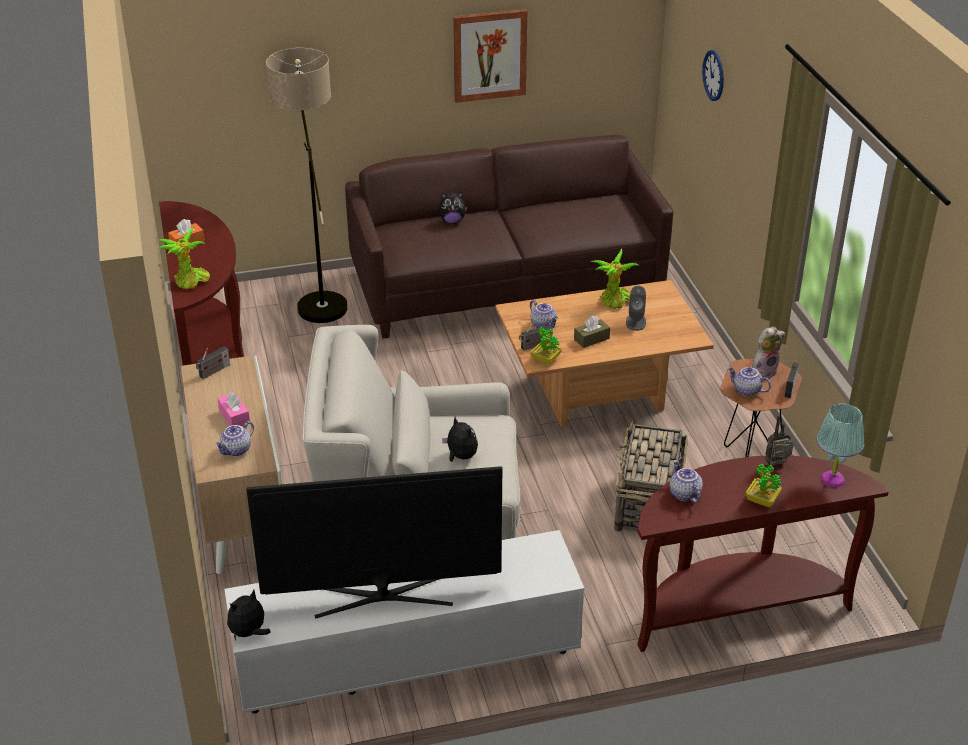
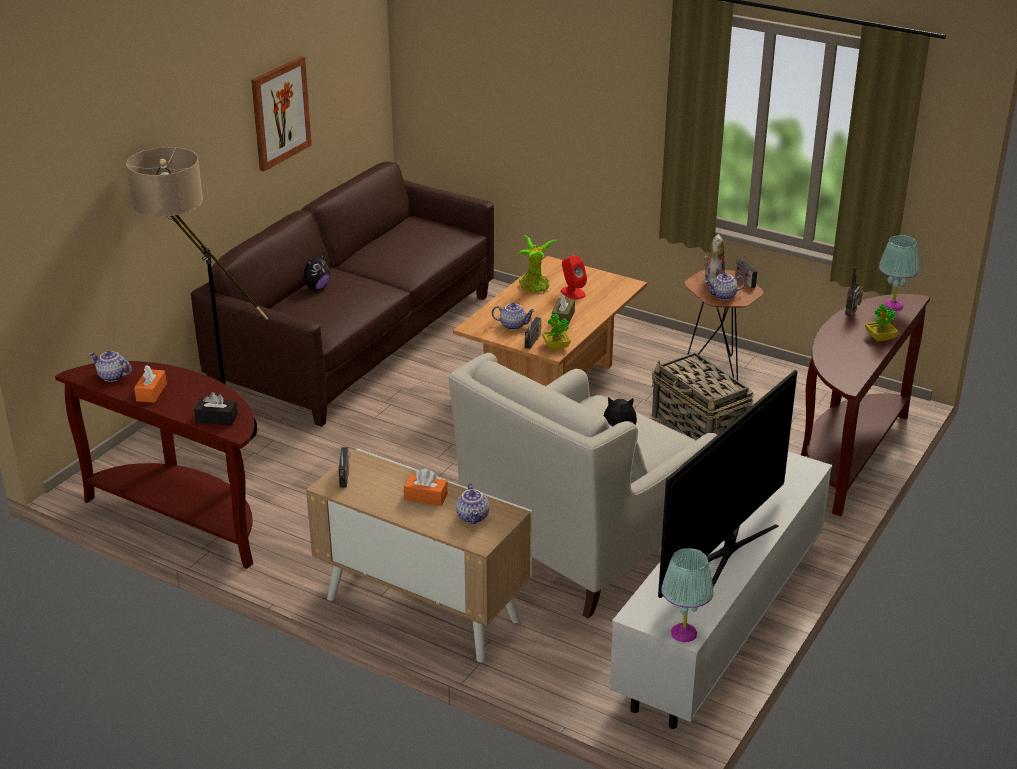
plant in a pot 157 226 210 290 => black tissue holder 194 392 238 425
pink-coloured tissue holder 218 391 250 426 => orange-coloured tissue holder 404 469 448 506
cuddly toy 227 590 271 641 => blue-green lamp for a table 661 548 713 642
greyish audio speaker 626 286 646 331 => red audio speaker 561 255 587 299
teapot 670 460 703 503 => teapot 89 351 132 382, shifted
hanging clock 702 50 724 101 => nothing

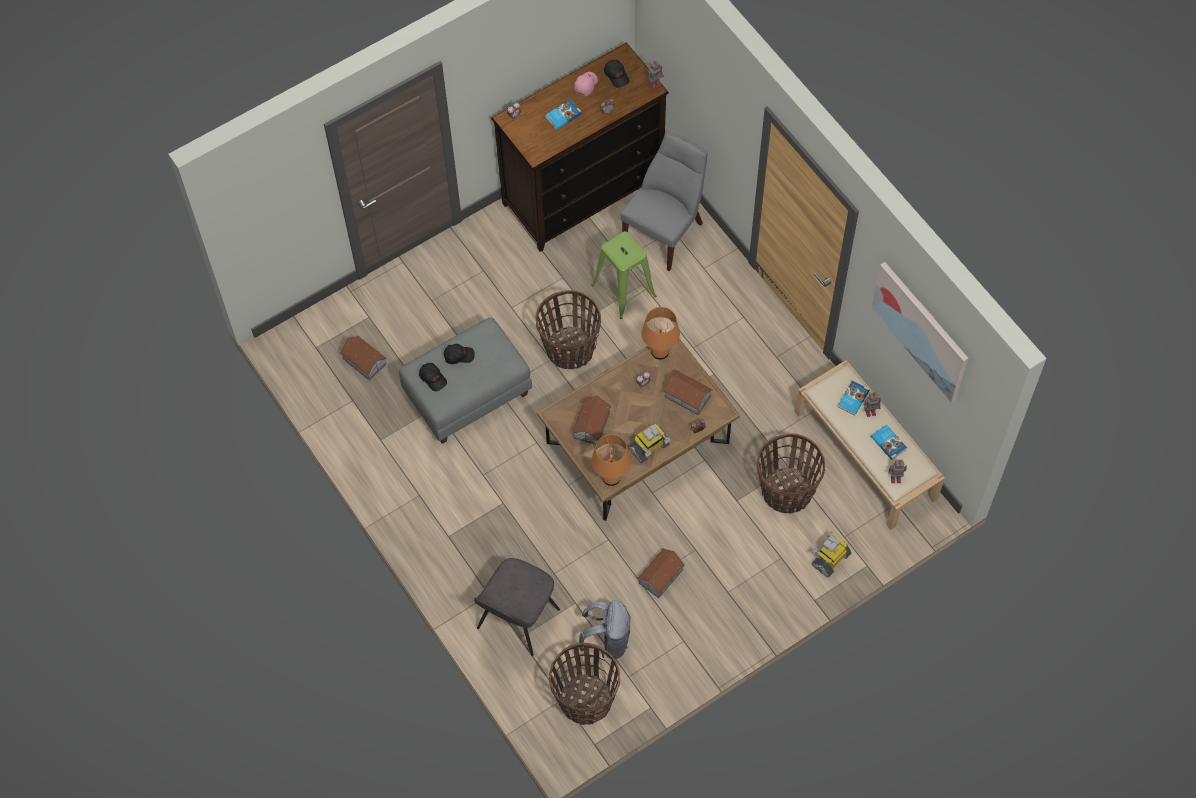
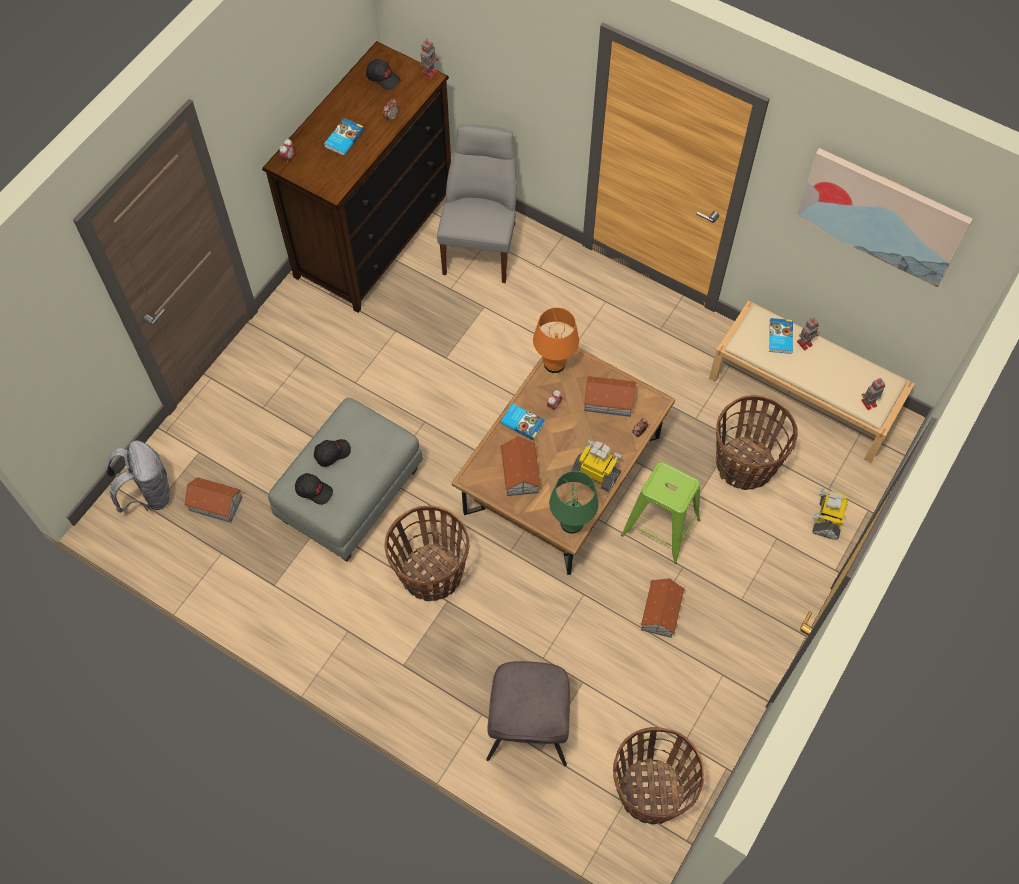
basket 536 290 601 369 => basket 384 505 470 601, shifted
pink-coloured cap 574 72 598 96 => nothing
greyish backpack 579 600 631 659 => greyish backpack 106 441 171 513, shifted
greenish stool seat 592 231 656 319 => greenish stool seat 621 462 700 564, shifted
orange-coloured lamp for a table 592 434 631 486 => greenish lamp for a table 549 471 599 534
toy robot 628 424 671 464 => toy robot 572 440 623 492, 90 degrees counterclockwise
book 871 425 907 460 => book 500 403 545 440, shifted

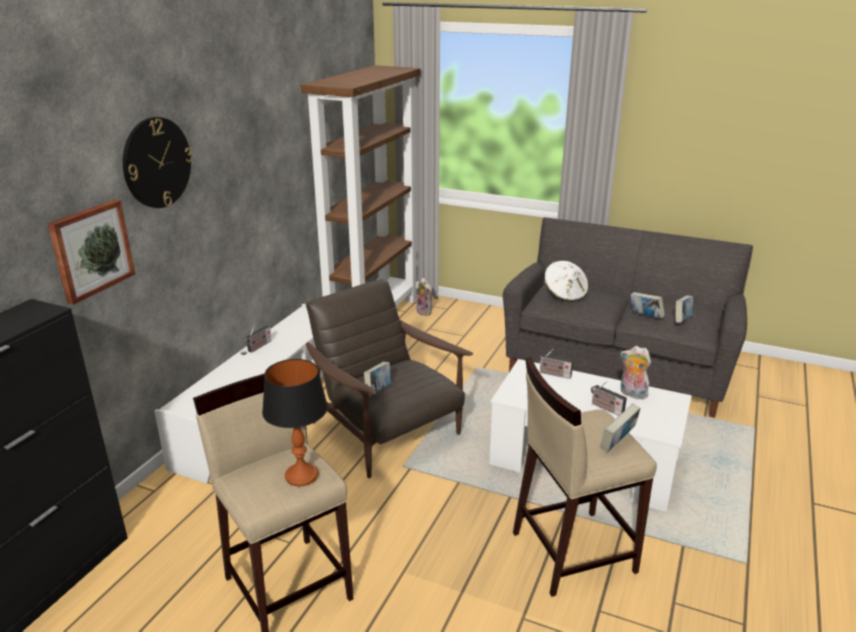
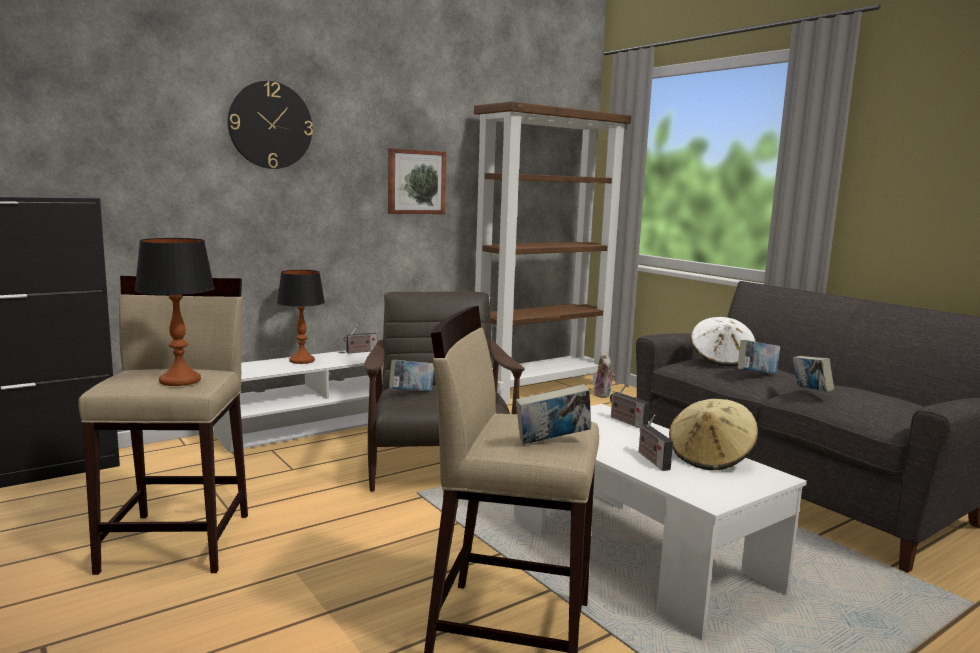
picture 48 199 135 305 => picture 388 148 446 214, shifted
cuddly toy 620 346 651 399 => beige wearable hat 669 399 758 470
book 676 295 693 323 => book 738 340 780 374, shifted
nothing => lamp for a table 277 270 325 364

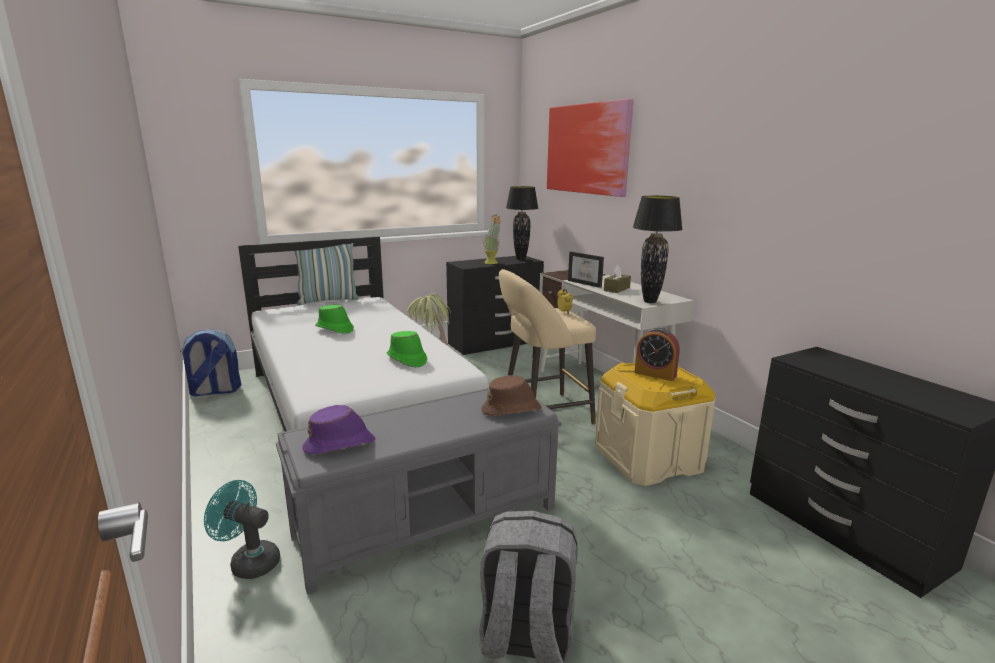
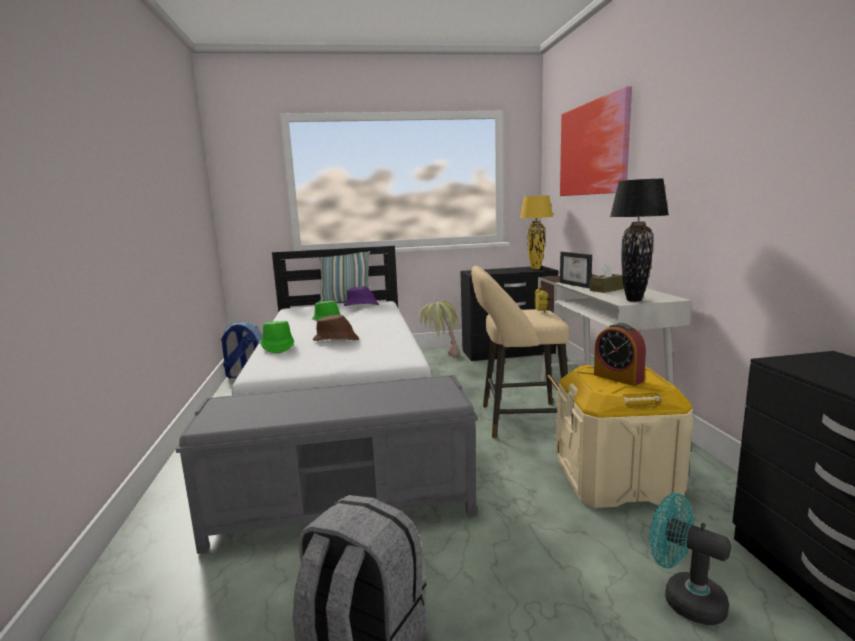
blue-green fan 204 480 280 579 => blue-green fan 650 493 732 625, shifted
purple wearable hat 302 405 375 454 => purple wearable hat 344 286 379 306, shifted
greenish wearable hat 387 331 427 367 => greenish wearable hat 260 321 294 353, shifted
brown wearable hat 481 375 542 416 => brown wearable hat 313 314 359 341, shifted
plant in a pot 483 215 501 264 => nothing
black lamp for a table 506 186 539 260 => yellowish lamp for a table 520 195 553 269

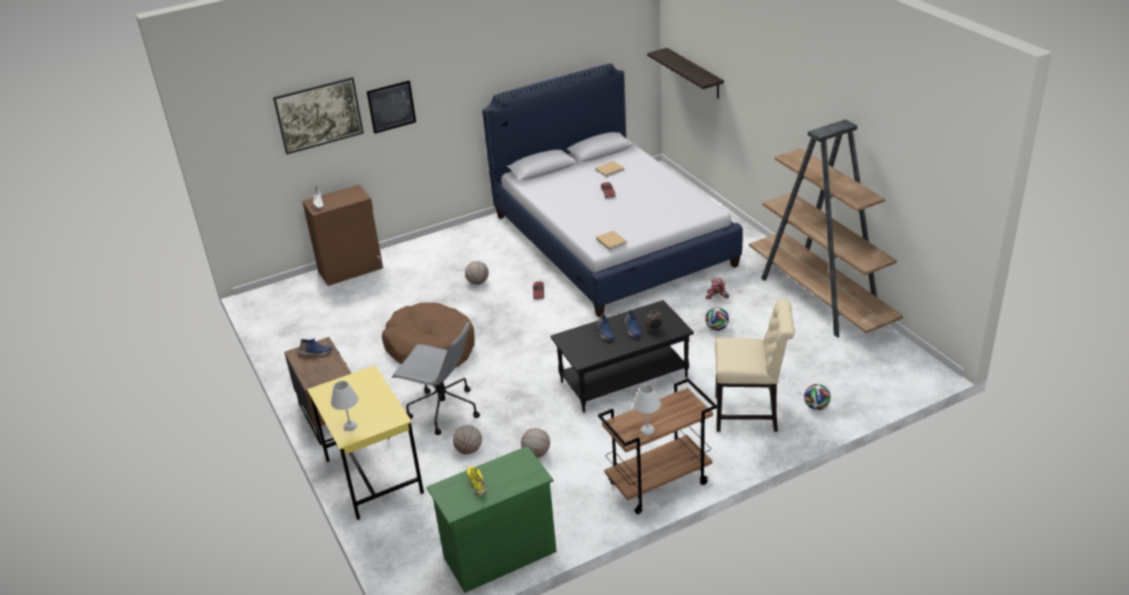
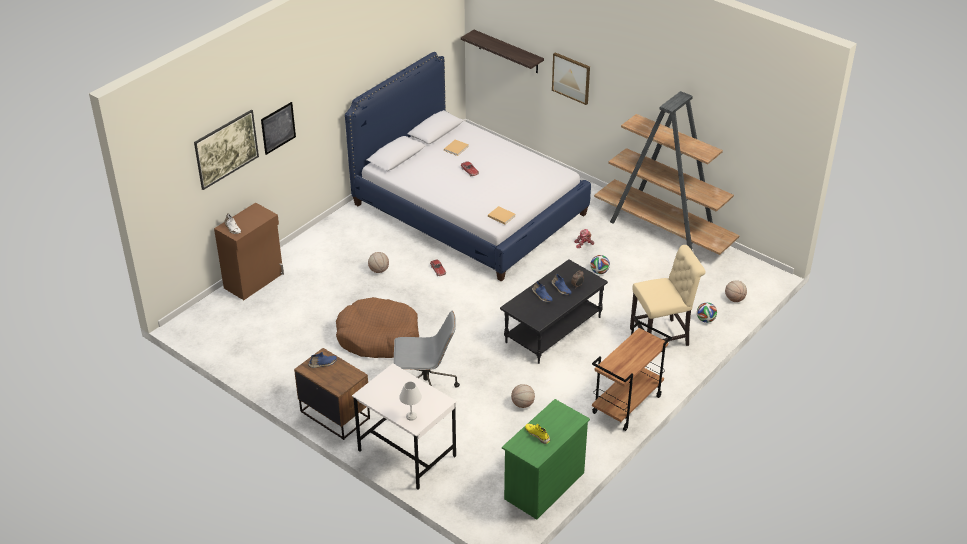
yellowish desk unit 307 365 424 520 => white-coloured desk unit 352 364 457 490
ball for basketball 453 425 482 454 => ball for basketball 725 280 747 302, shifted
white-coloured lamp for a table 633 384 661 435 => nothing
nothing => picture 552 53 590 105

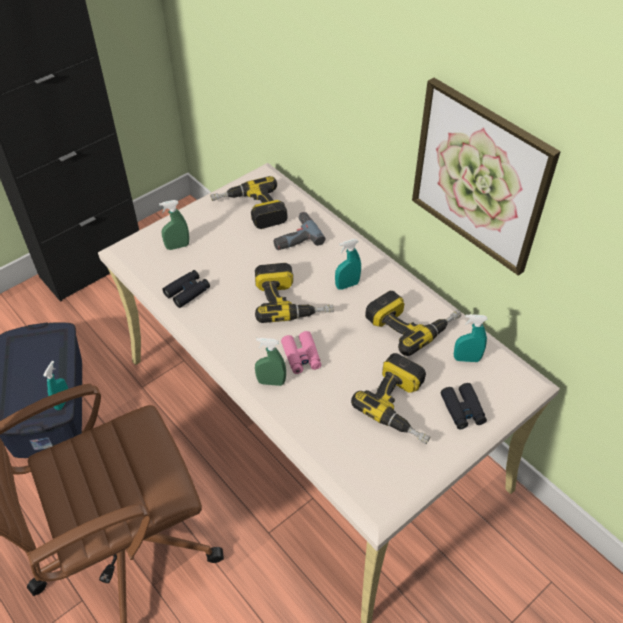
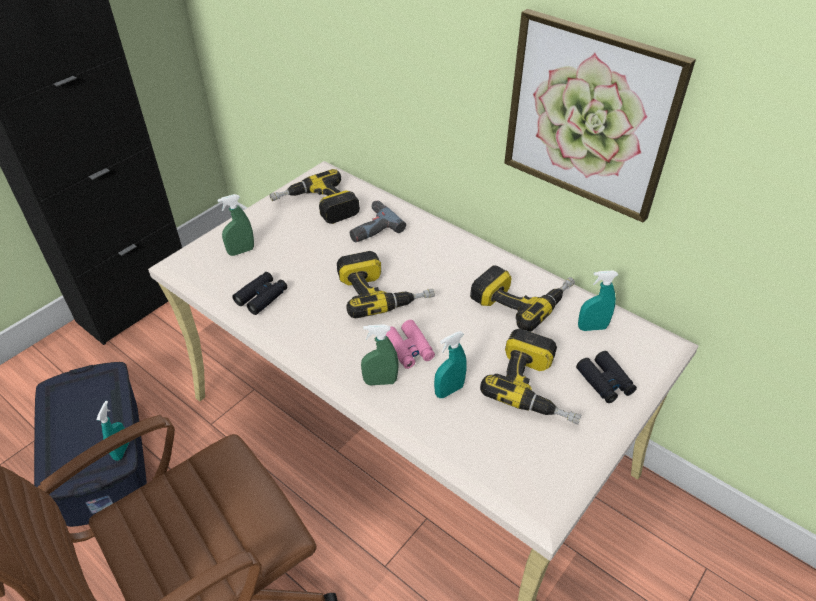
blue-green sprayer 335 239 361 290 => blue-green sprayer 434 331 467 398, shifted

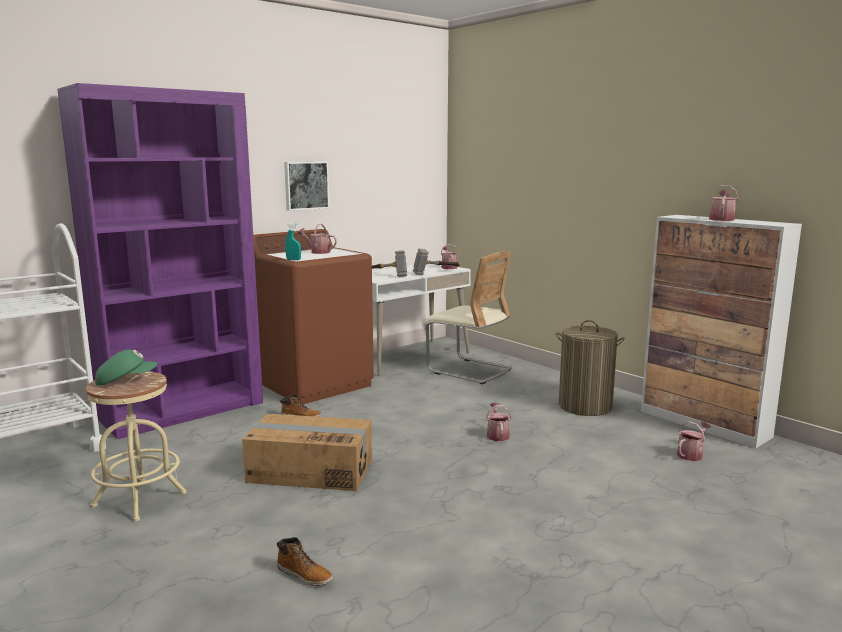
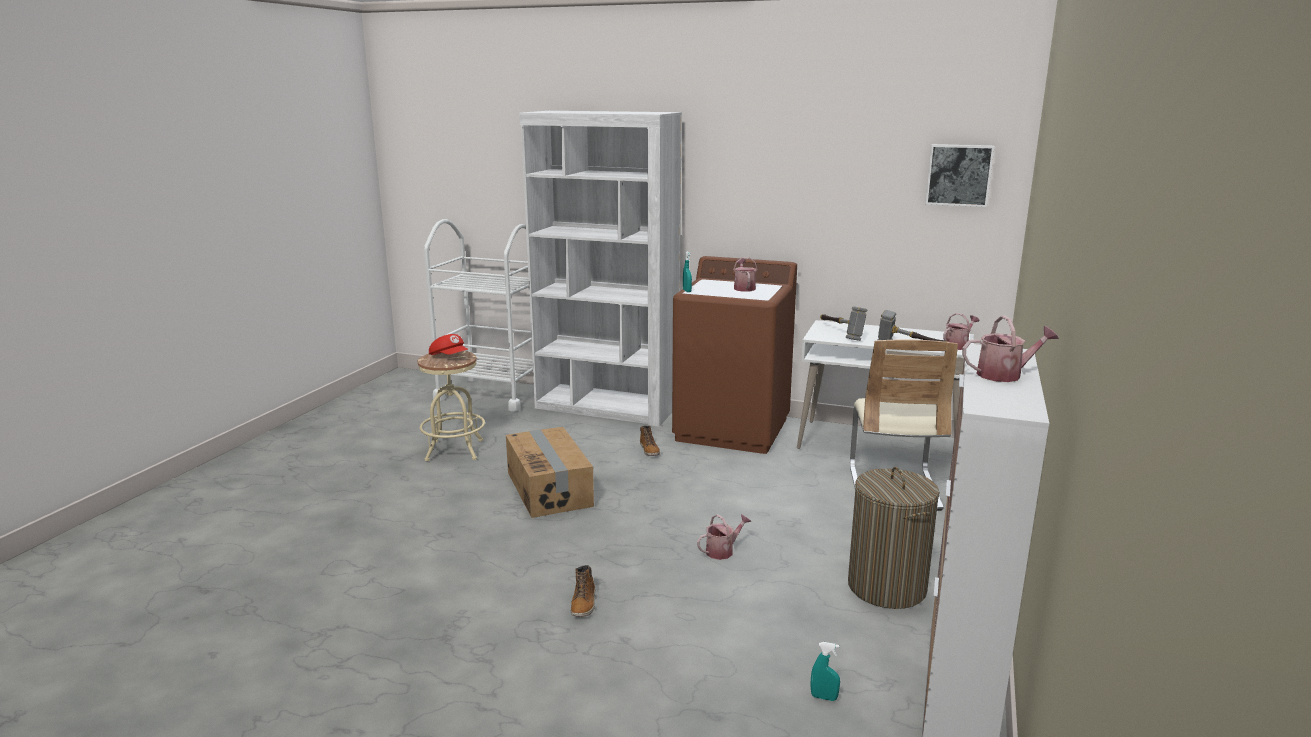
purple bookshelf 57 83 263 439 => white-coloured bookshelf 519 111 682 427
greenish cap 95 350 158 386 => red cap 429 334 468 355
boot 277 537 333 586 => boot 571 565 595 617, shifted
picture 284 161 330 211 => picture 925 144 995 207, shifted
sprinkling can 677 421 711 461 => blue-green sprayer 810 642 840 701

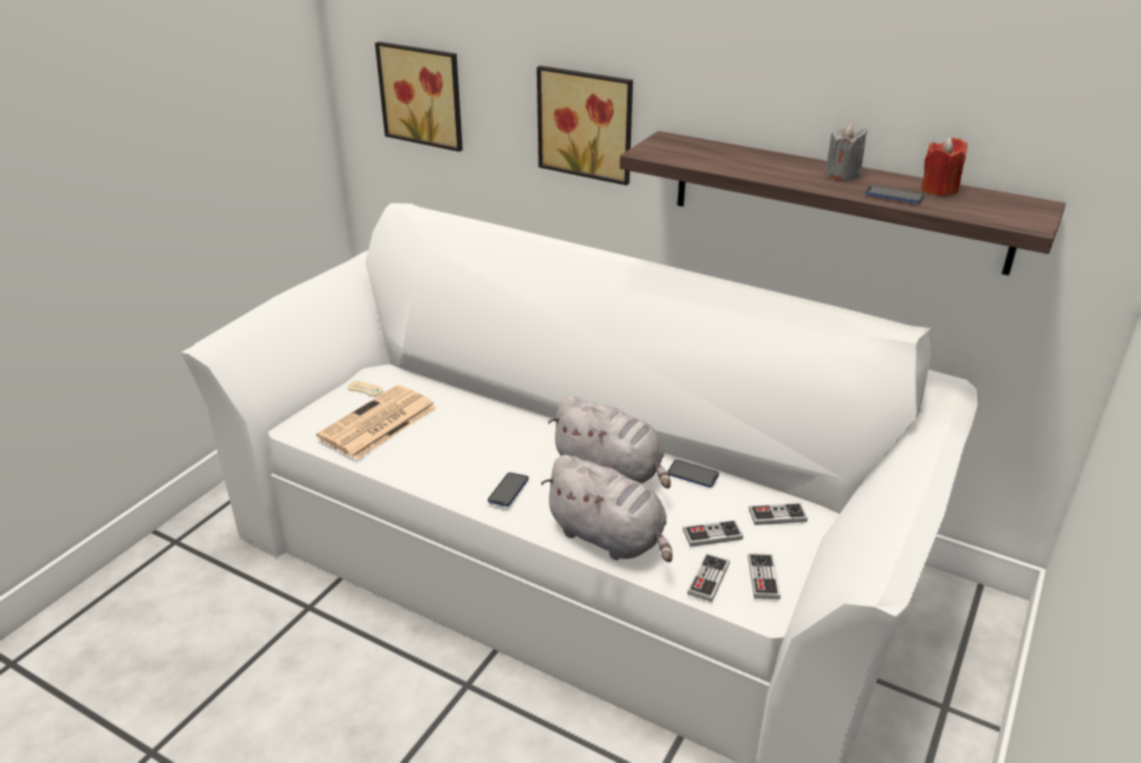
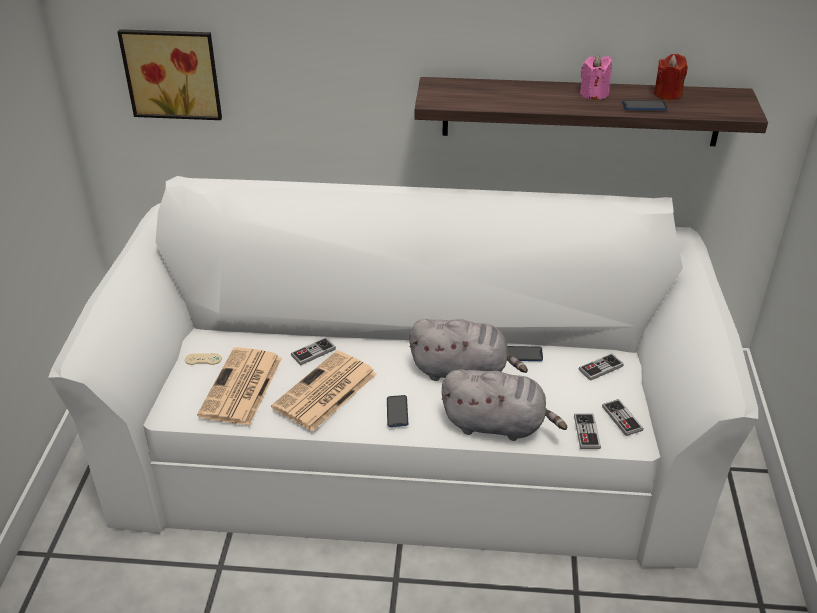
picture 537 66 633 185 => nothing
gamepad 683 520 743 547 => gamepad 291 337 336 365, shifted
greyish wax candle 825 124 867 181 => pink-coloured wax candle 580 55 612 100
nothing => newspaper 271 351 377 431

